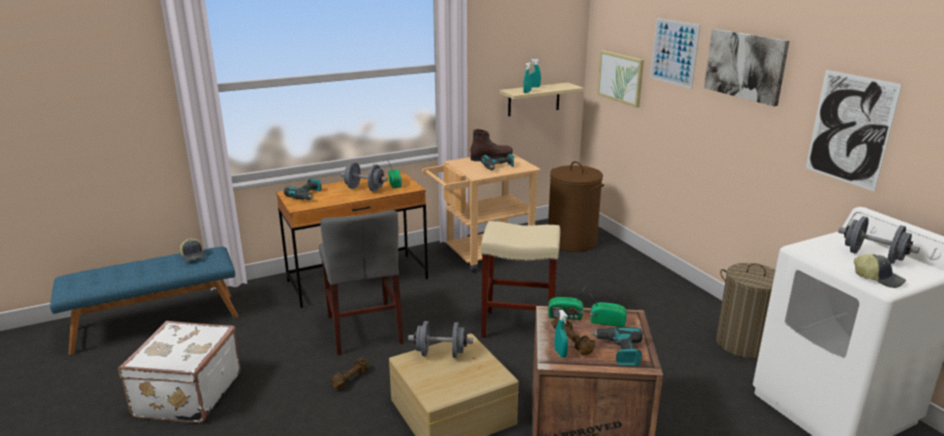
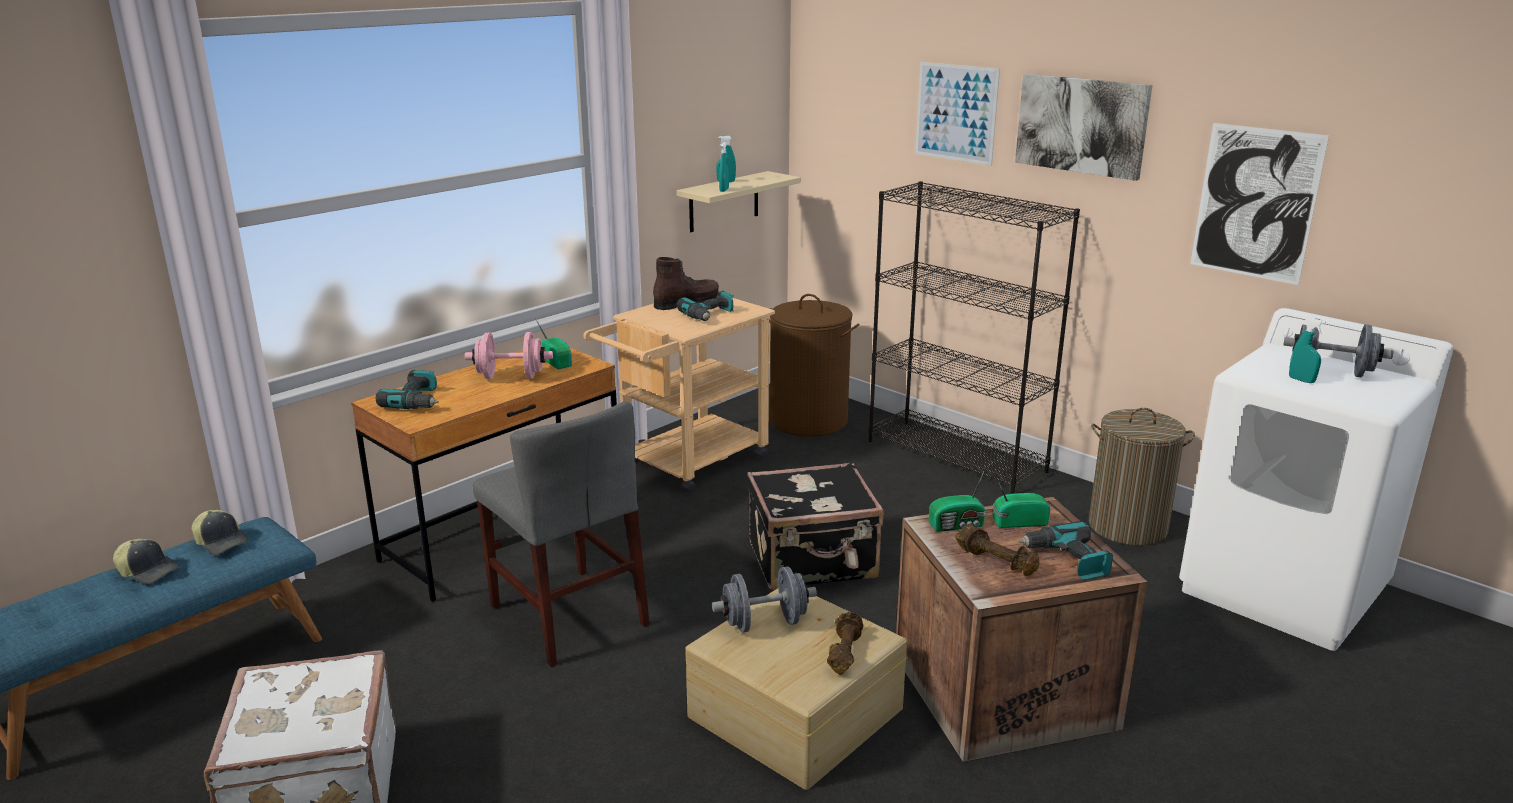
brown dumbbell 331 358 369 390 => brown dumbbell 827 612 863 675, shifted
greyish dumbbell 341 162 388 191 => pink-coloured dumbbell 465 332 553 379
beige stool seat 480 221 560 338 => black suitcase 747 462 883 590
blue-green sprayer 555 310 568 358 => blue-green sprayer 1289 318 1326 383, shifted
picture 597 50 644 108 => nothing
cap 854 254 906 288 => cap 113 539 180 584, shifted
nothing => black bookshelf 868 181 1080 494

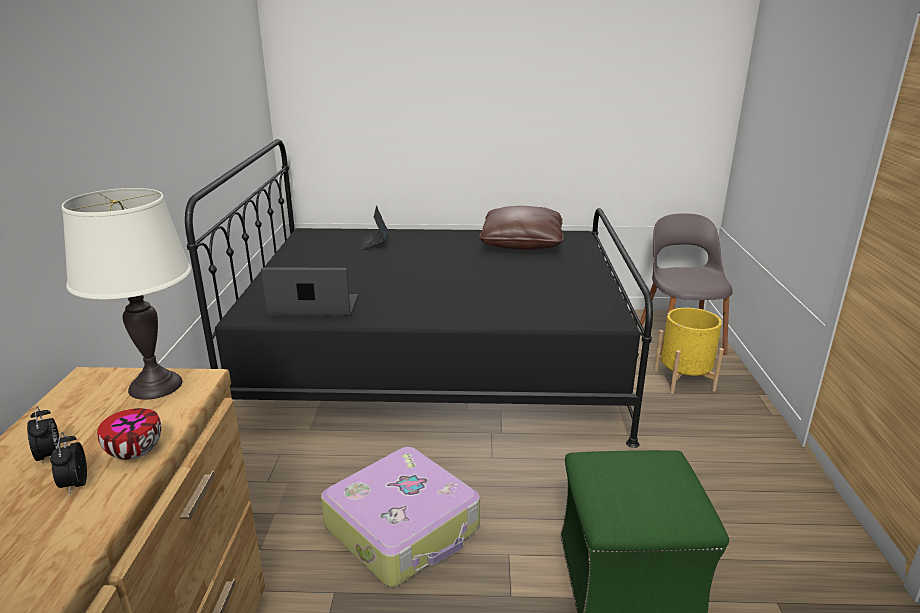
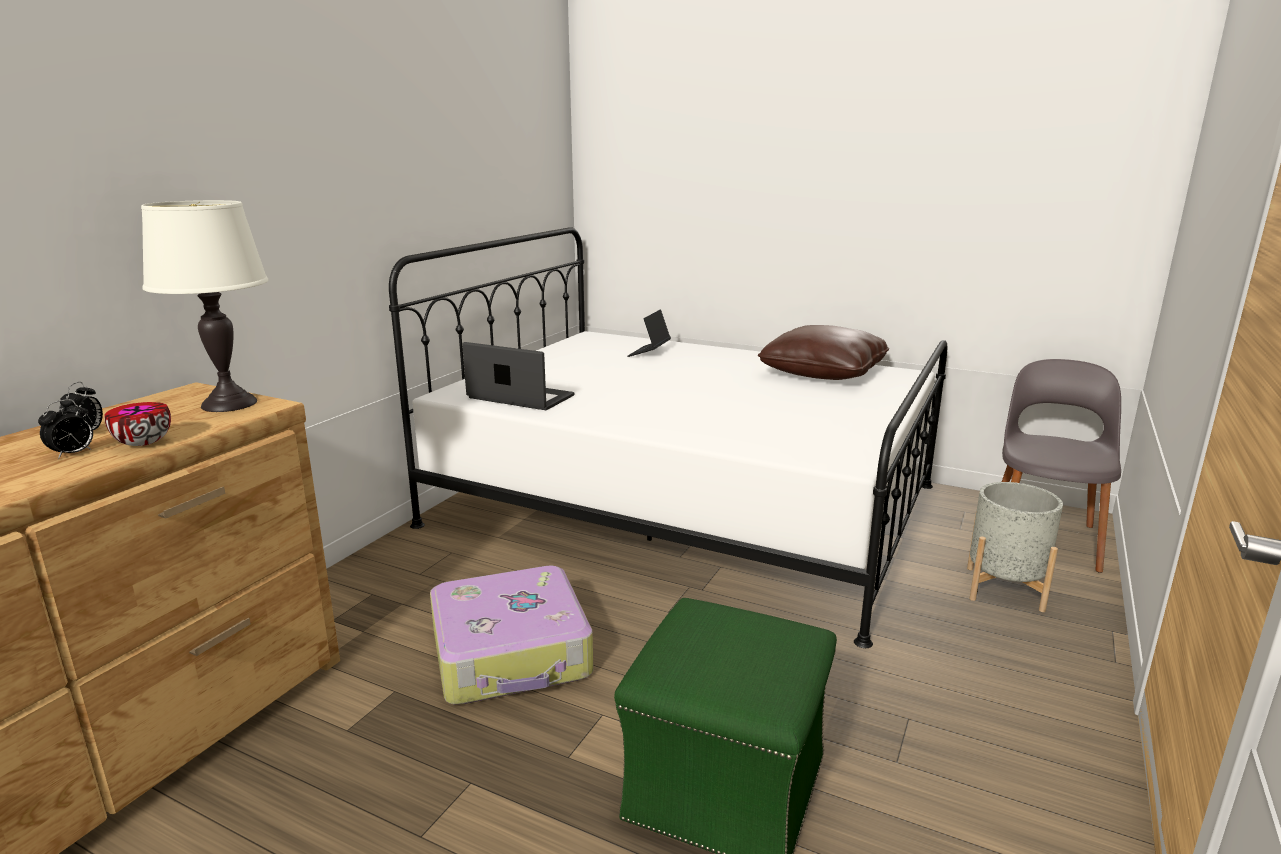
bedside clock 50 432 87 495 => bedside clock 38 399 93 459, 150 degrees counterclockwise
black bed 185 139 653 448 => white-coloured bed 389 227 947 648
yellowish plant pot 654 307 724 394 => greyish plant pot 967 482 1063 612

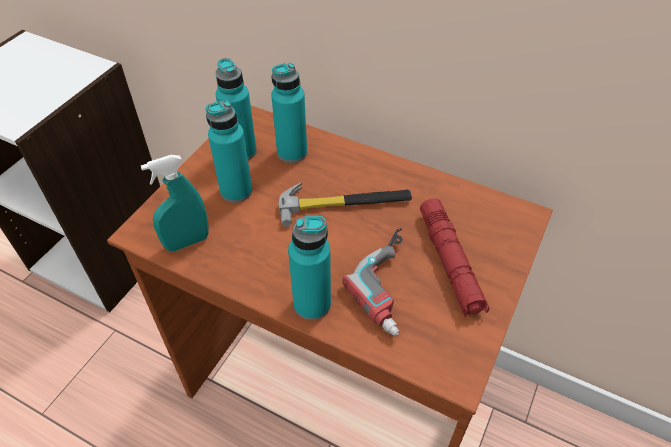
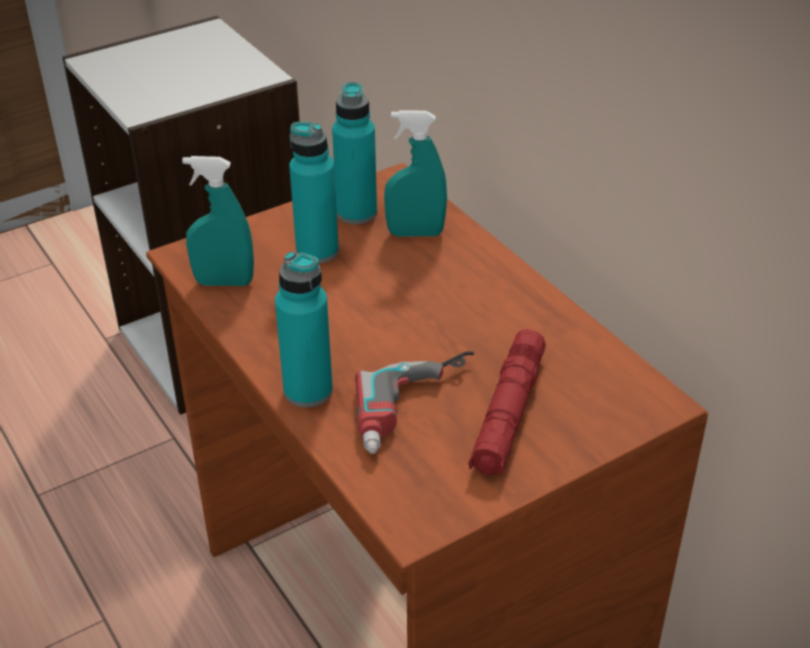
blue-green beverage bottle 271 63 307 163 => blue-green sprayer 384 110 447 237
tool hammer 279 182 412 227 => nothing

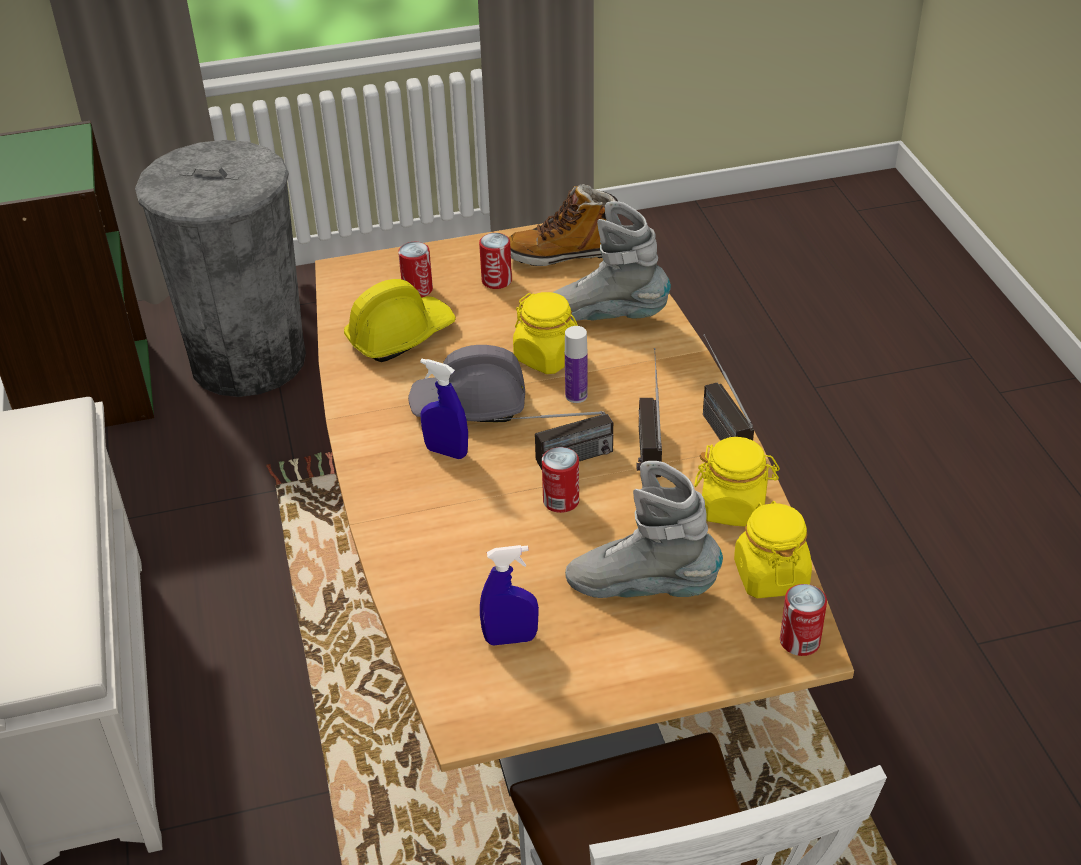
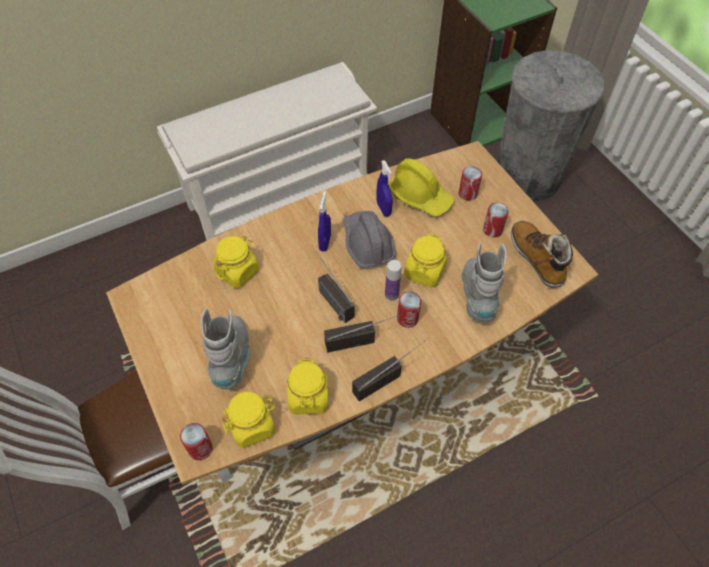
bluish sprayer 480 545 539 646 => bluish sprayer 376 160 393 217, shifted
can 542 447 579 513 => can 397 291 421 328, shifted
nothing => yellowish preserve jar 214 236 259 288

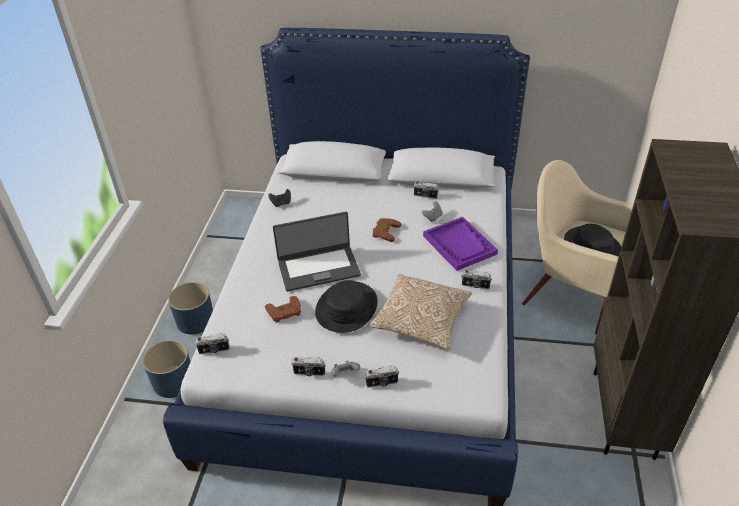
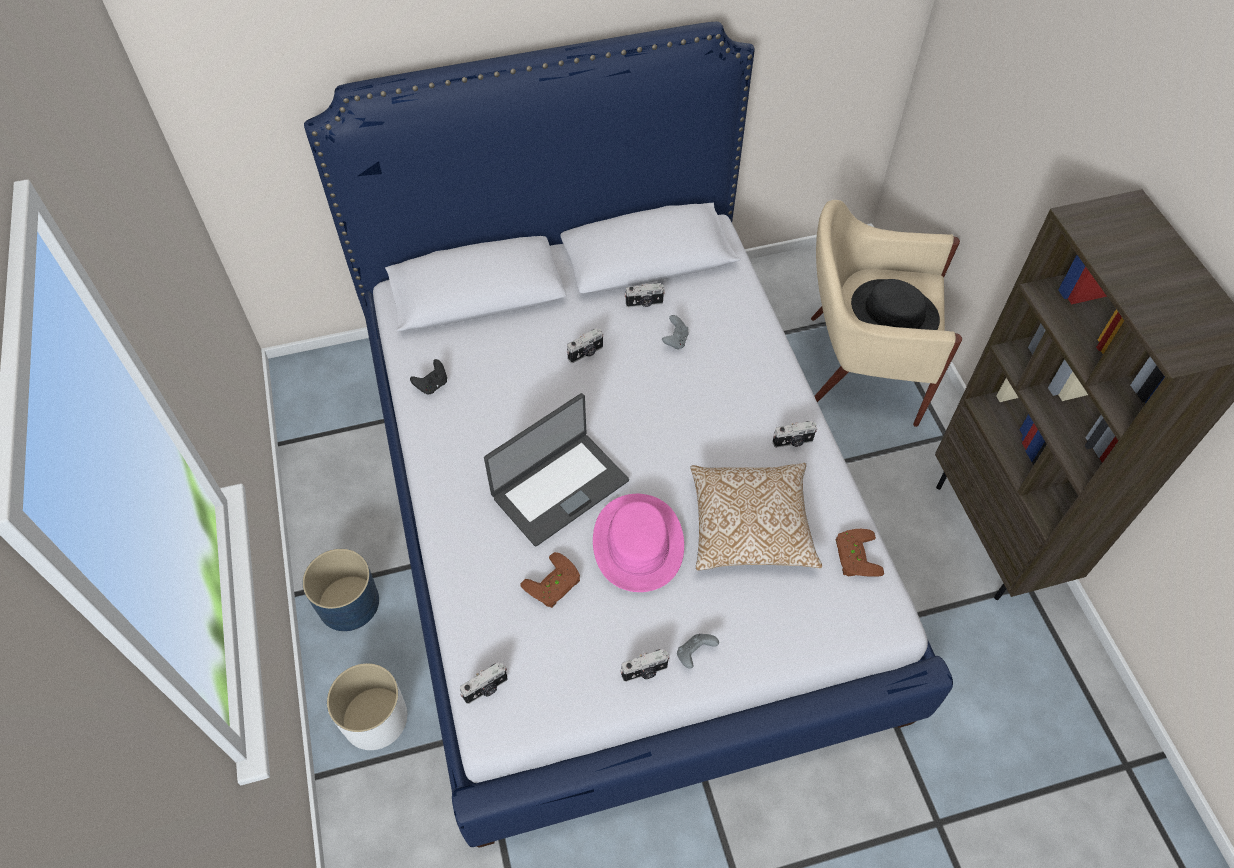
bluish plant pot 143 340 190 398 => white-coloured plant pot 327 663 407 750
black wearable hat 315 280 378 333 => pink-coloured wearable hat 593 494 684 592
photo camera 365 366 399 388 => photo camera 567 328 603 363, shifted
brown gamepad 373 218 402 242 => brown gamepad 836 529 884 577, shifted
purple serving tray 423 217 498 271 => nothing

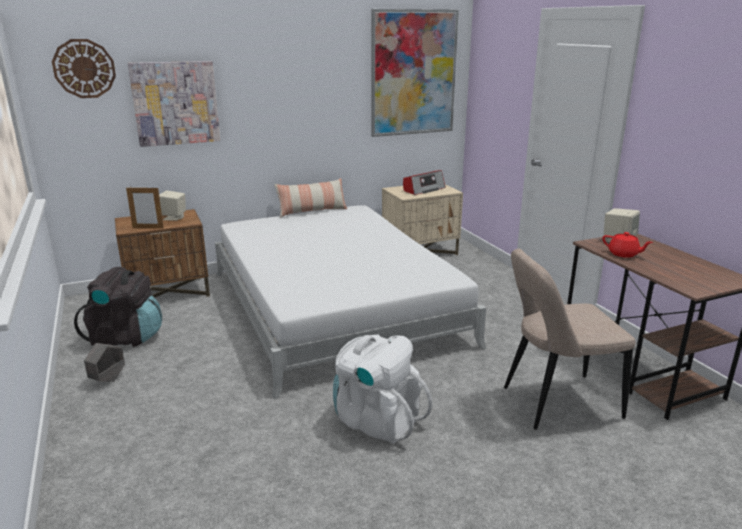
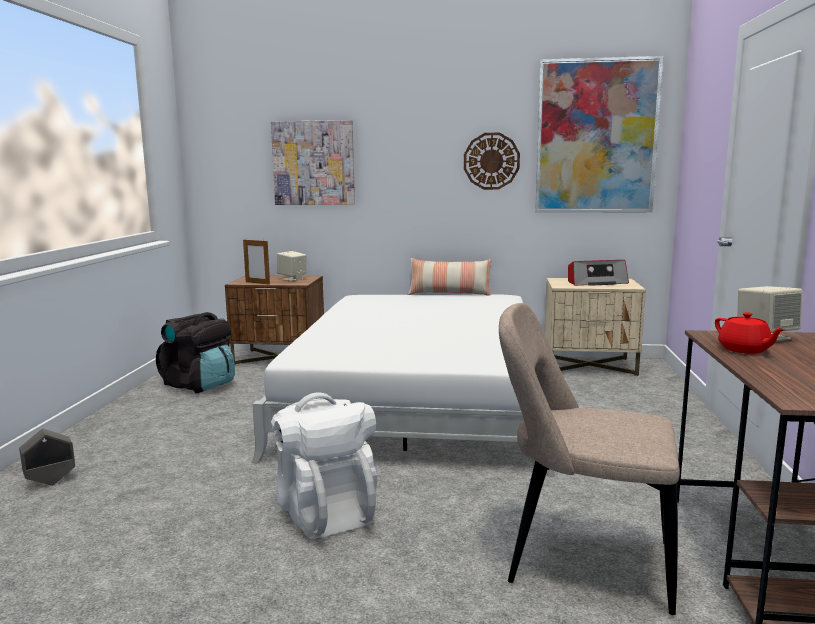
hanging clock 52 39 116 98 => hanging clock 464 133 520 190, shifted
greyish plant pot 84 343 125 382 => greyish plant pot 19 429 75 486, shifted

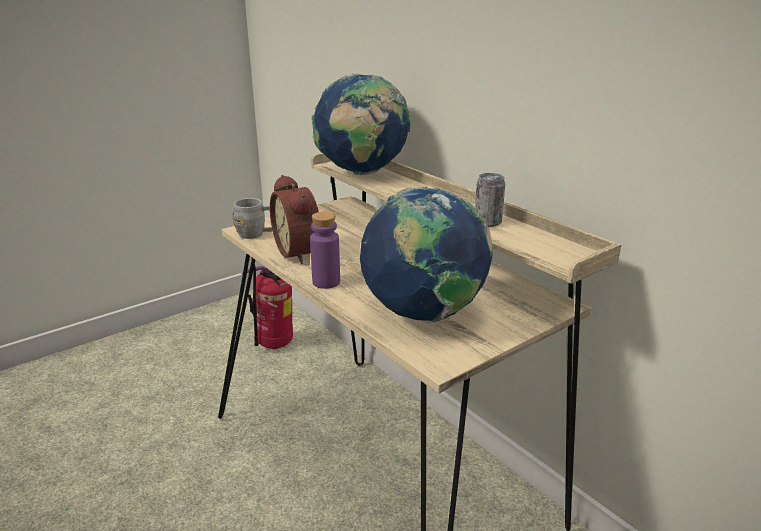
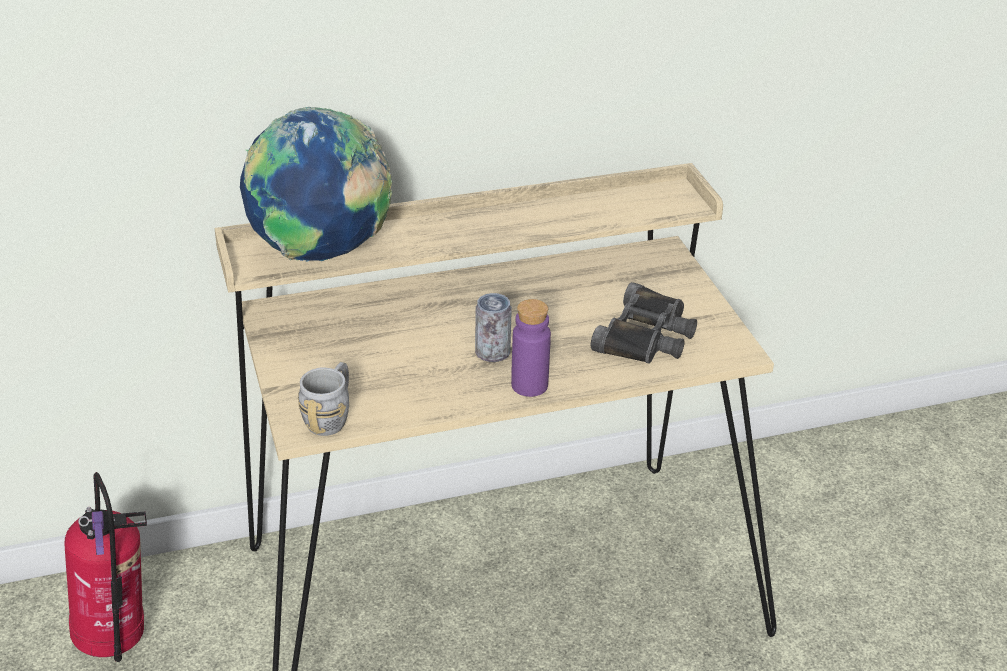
bedside clock 270 175 319 264 => nothing
desk globe 360 186 493 323 => black pair of binoculars 591 282 697 364
can 475 173 505 227 => can 475 293 512 362, shifted

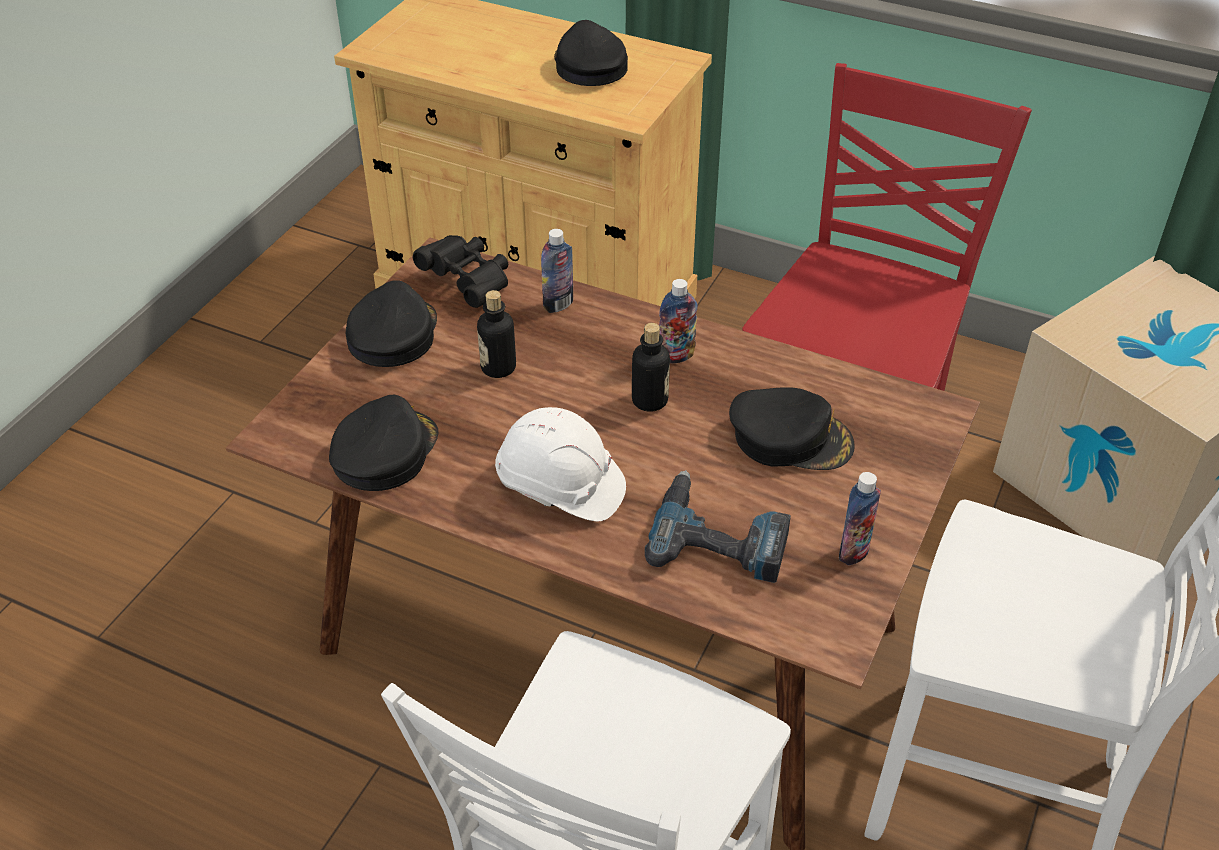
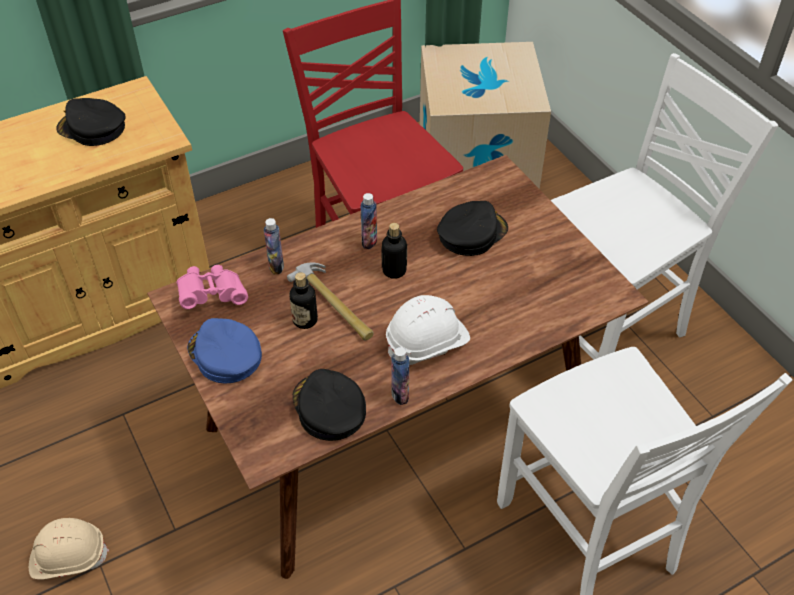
black cap 346 280 437 367 => bluish cap 187 318 262 384
black pair of binoculars 413 235 508 308 => pink-coloured pair of binoculars 177 265 248 309
power drill 645 470 791 583 => nothing
beverage bottle 839 472 881 565 => beverage bottle 391 347 409 405, shifted
nothing => beige hard hat 29 518 109 579
nothing => tool hammer 287 263 374 340

